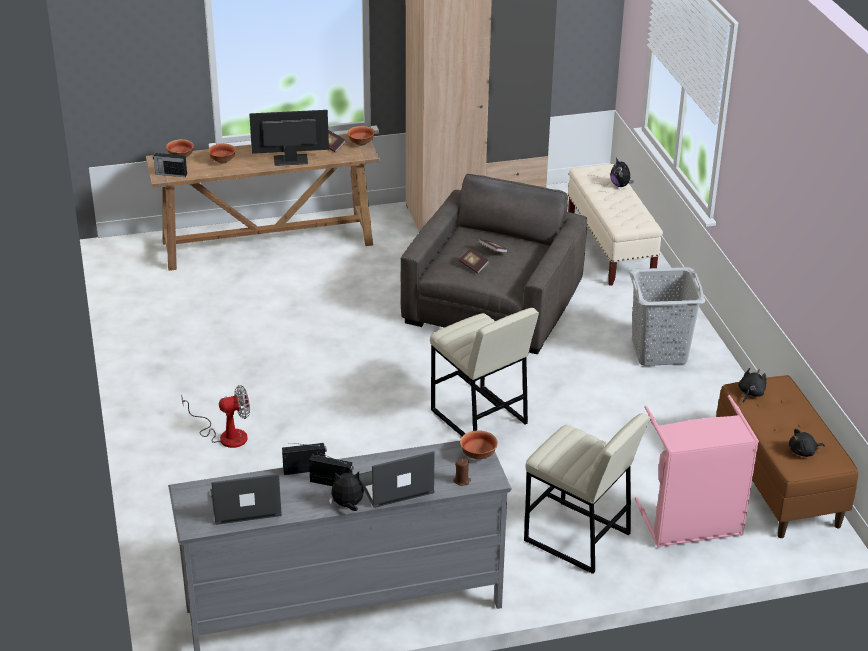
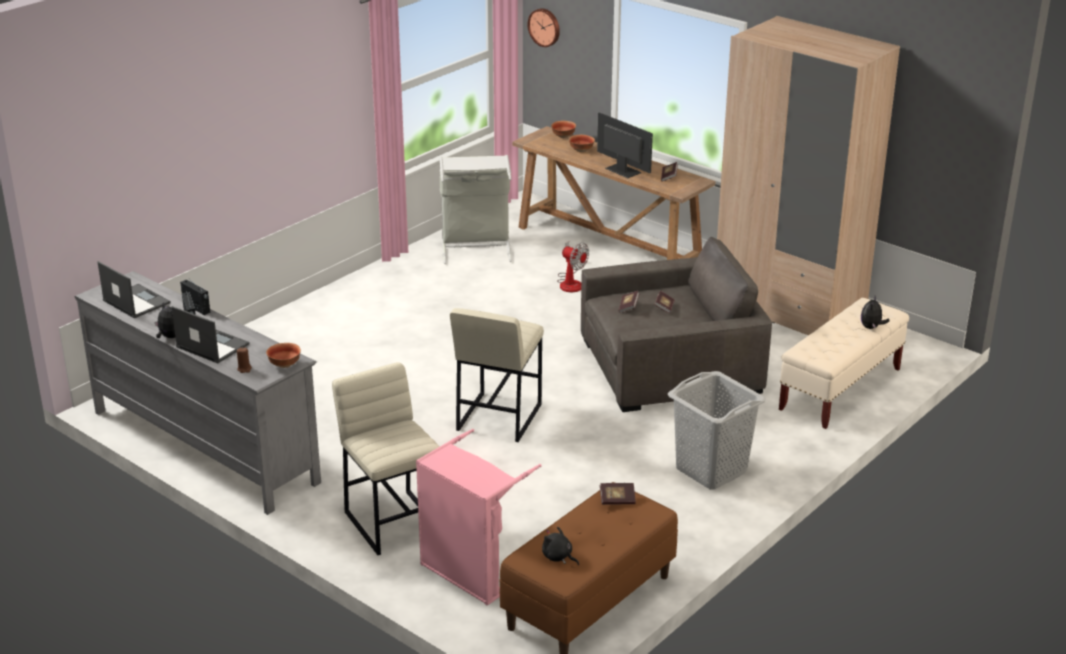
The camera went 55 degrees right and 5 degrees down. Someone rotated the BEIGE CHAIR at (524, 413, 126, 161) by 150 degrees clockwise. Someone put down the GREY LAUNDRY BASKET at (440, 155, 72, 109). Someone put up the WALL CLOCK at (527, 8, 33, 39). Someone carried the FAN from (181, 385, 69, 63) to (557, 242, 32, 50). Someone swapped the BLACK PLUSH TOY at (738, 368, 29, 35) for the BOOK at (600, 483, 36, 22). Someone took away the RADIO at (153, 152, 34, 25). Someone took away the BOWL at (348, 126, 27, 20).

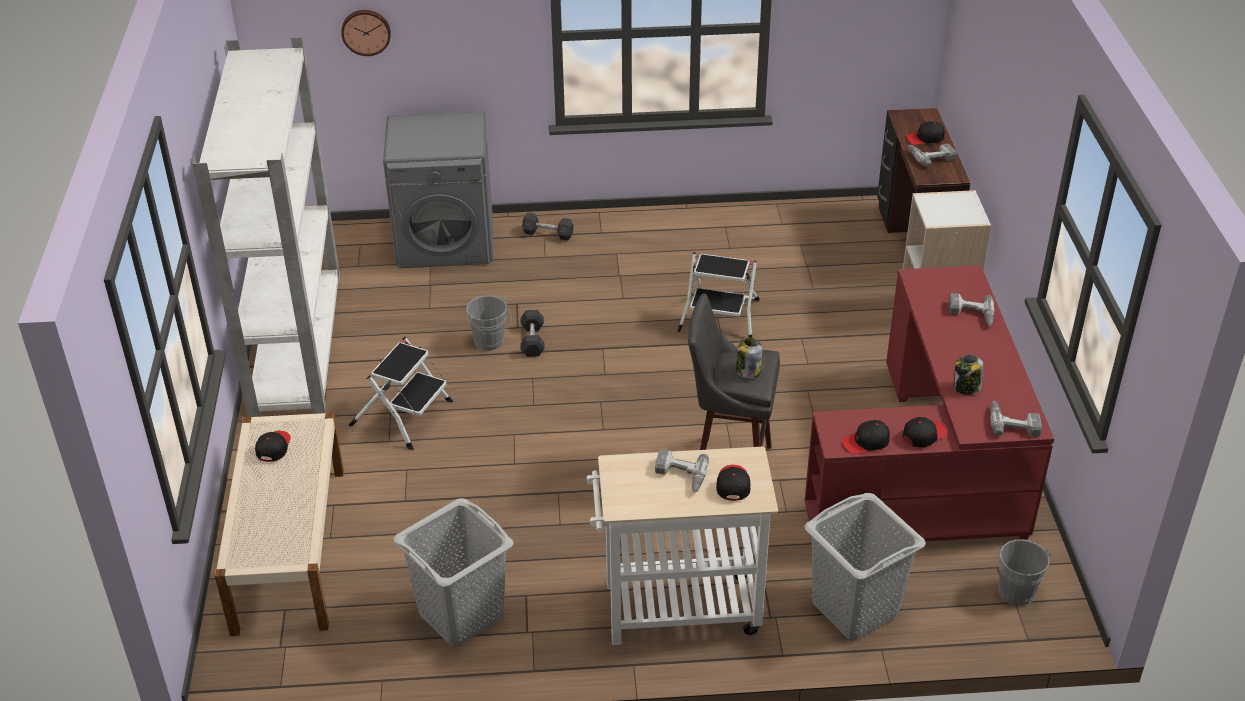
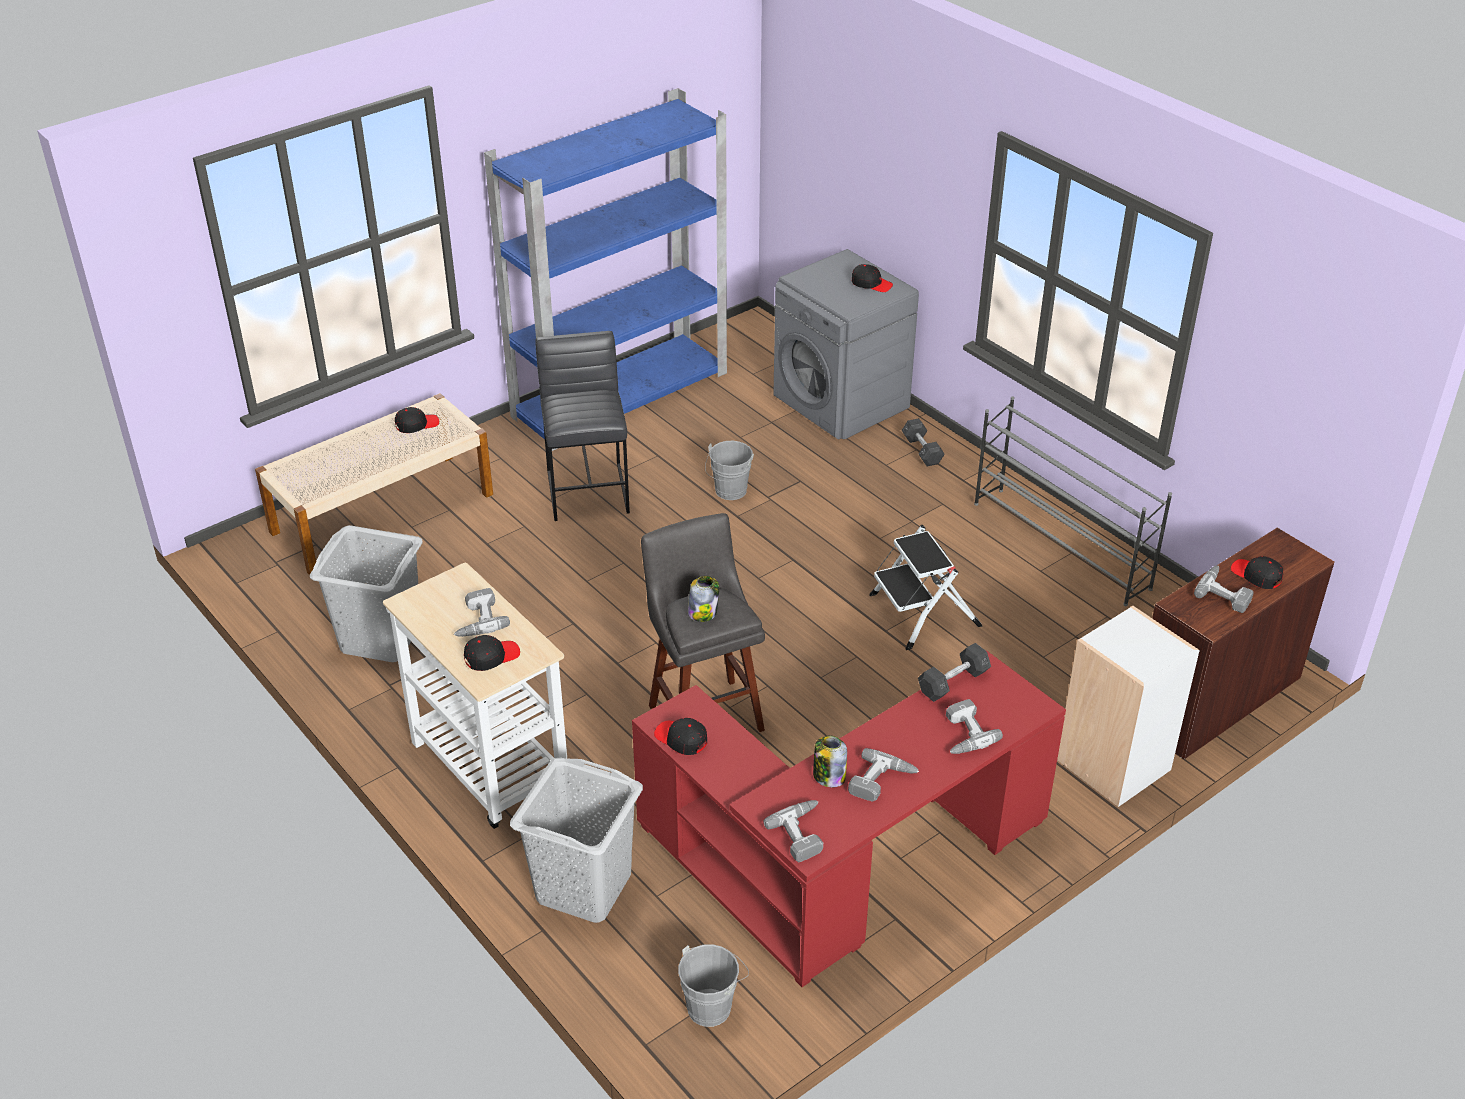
The camera went 55 degrees right and 0 degrees up. Someone repainted the WHITE BOOKCASE at (193, 37, 148, 380), which became the BLUE BOOKCASE at (484, 88, 243, 363). Someone swapped the STEP LADDER at (348, 337, 105, 113) for the GREY STOOL at (535, 331, 95, 190). Someone put down the POWER DRILL at (848, 748, 71, 54). Someone carried the BLACK CAP from (903, 417, 45, 30) to (852, 264, 41, 28). Someone carried the GREY DUMBBELL from (520, 310, 25, 47) to (918, 643, 73, 59). Someone put down the GREY SHOE RACK at (974, 396, 198, 210). Someone took away the WALL CLOCK at (341, 10, 50, 46).

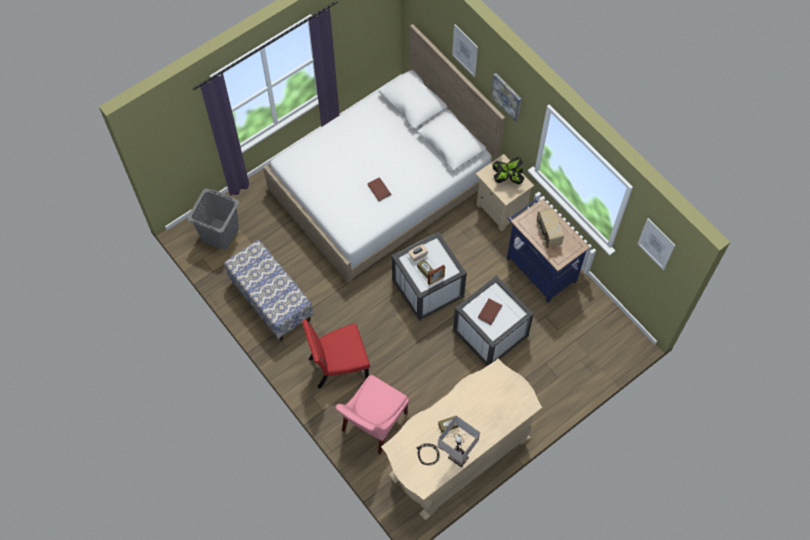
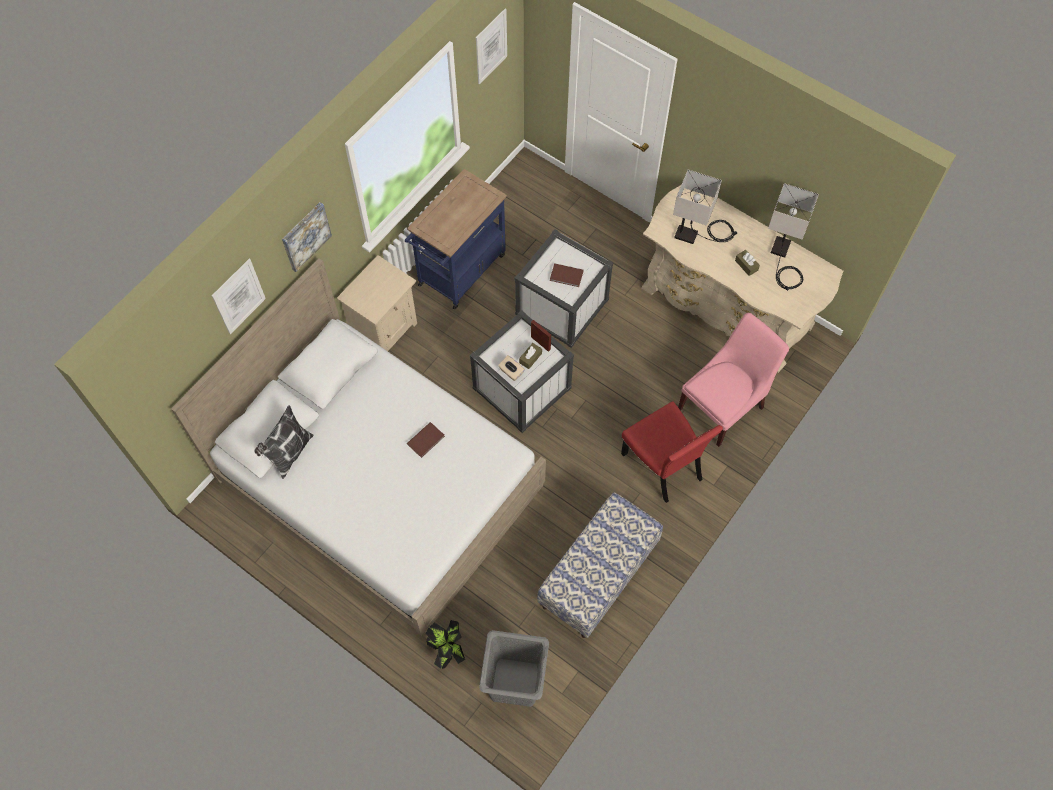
The camera went 105 degrees left and 0 degrees up. Someone put down the PILLOW at (254, 405, 59, 74). Someone carried the POTTED PLANT from (492, 157, 32, 27) to (425, 620, 40, 49). Someone put down the TABLE LAMP at (673, 169, 64, 75). Someone rotated the PINK CHAIR at (335, 375, 74, 79) by 60 degrees counterclockwise. Someone took away the RADIO at (537, 208, 27, 40).

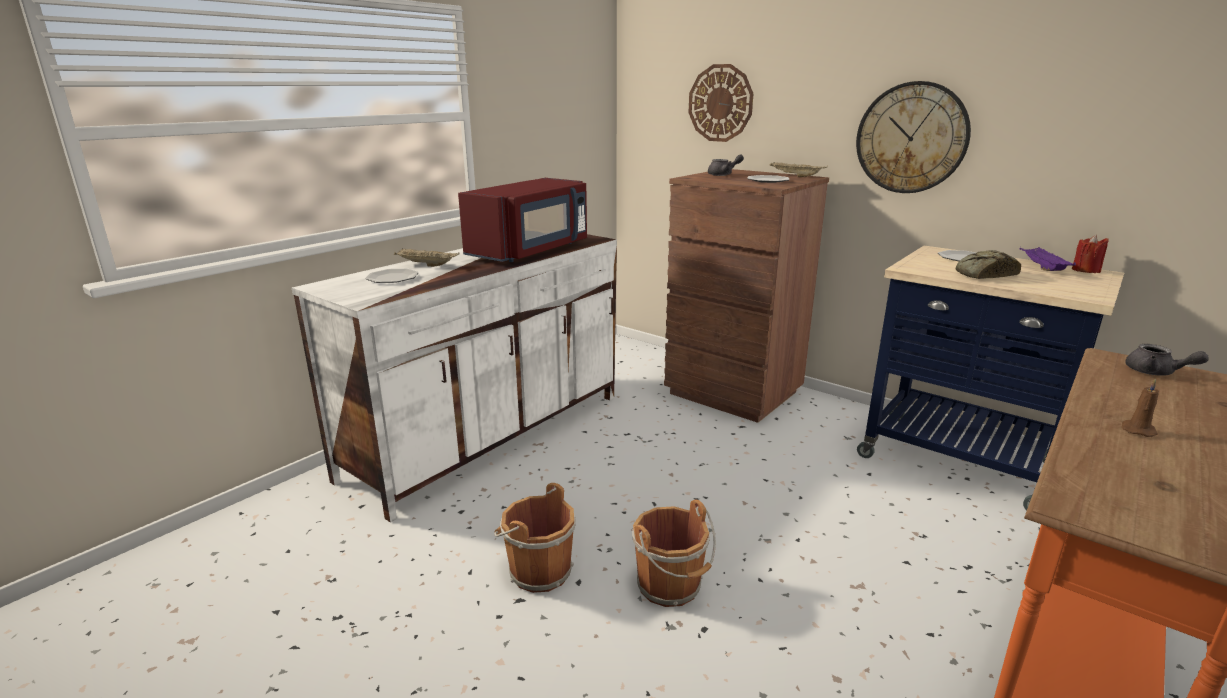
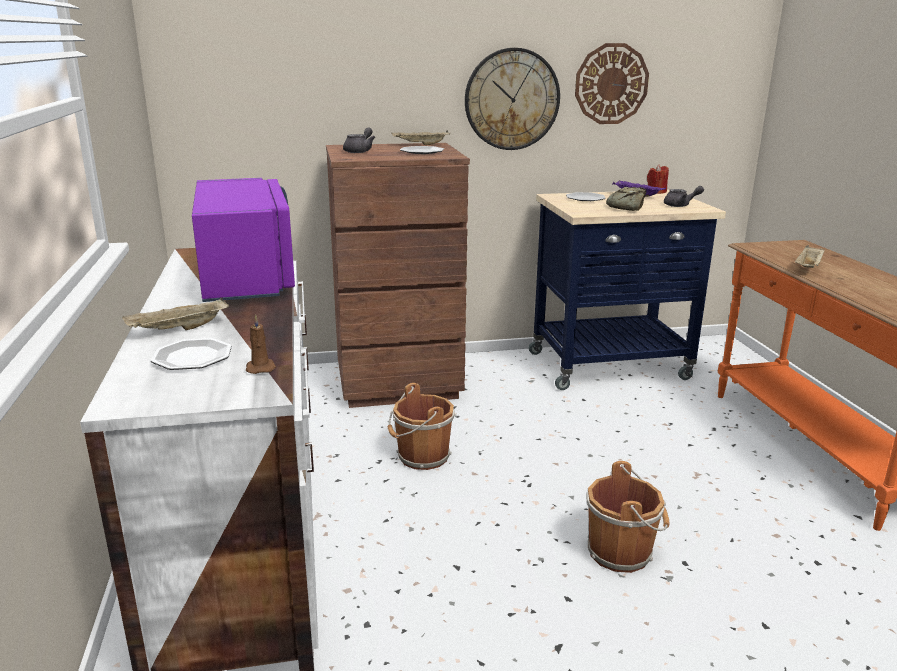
The camera went 50 degrees left and 0 degrees up. Someone repainted the RED MICROWAVE at (458, 178, 129, 84), which became the PURPLE MICROWAVE at (192, 178, 103, 124). Someone carried the BROWN CANDLE from (1122, 379, 37, 58) to (246, 314, 30, 60). Someone carried the BROWN BUCKET from (494, 483, 82, 110) to (388, 383, 68, 87). Someone carried the WALL CLOCK from (688, 64, 66, 78) to (575, 43, 74, 81). Someone carried the GREY TEAPOT from (1125, 344, 84, 32) to (664, 186, 40, 21). Someone put down the BEIGE TRAY at (795, 245, 30, 23).

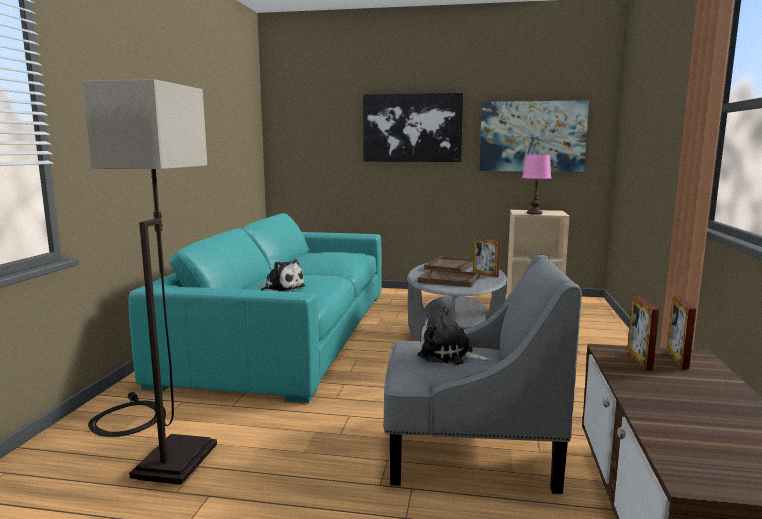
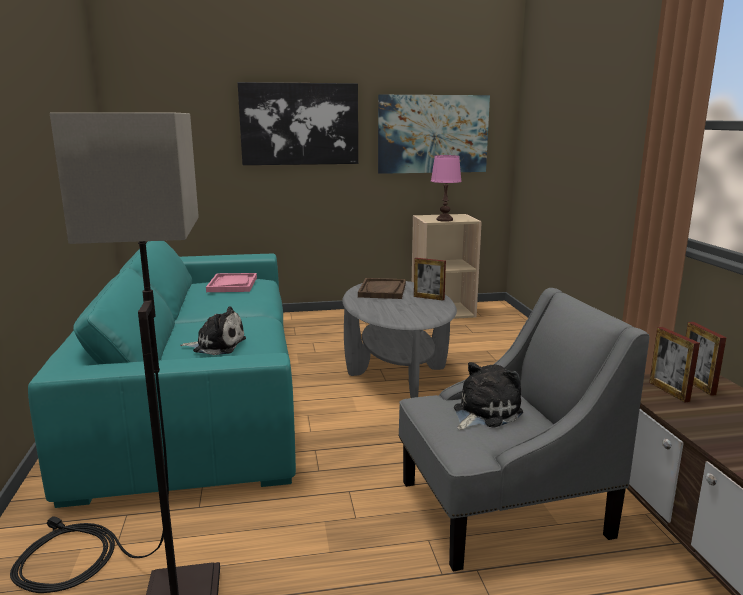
The camera went 20 degrees left and 5 degrees up. Someone put down the PINK TRAY at (206, 273, 51, 19). Someone rotated the PLUSH TOY at (417, 306, 74, 59) by 135 degrees clockwise. Someone took away the BROWN TRAY at (418, 269, 61, 18).

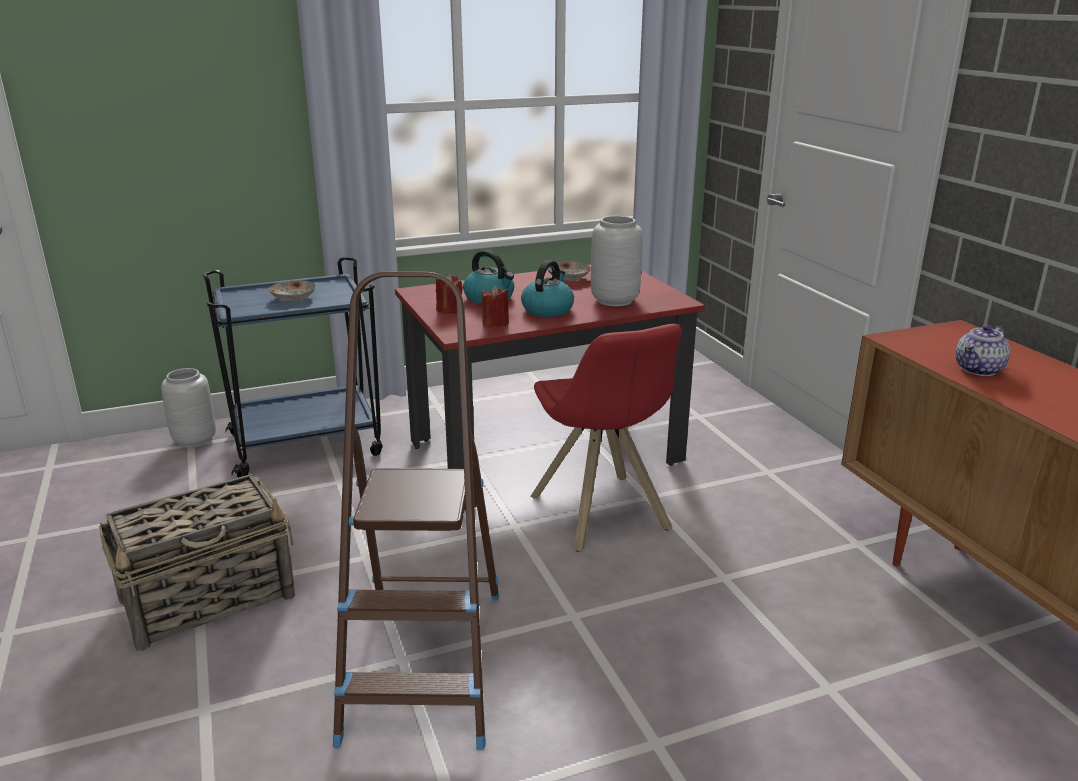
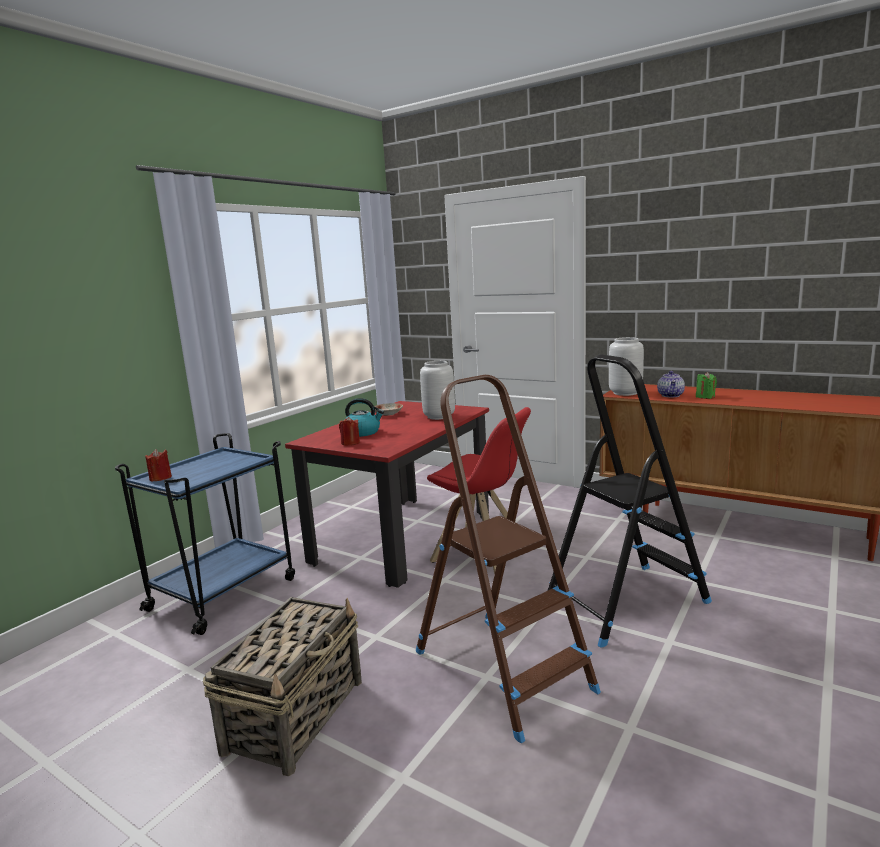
The camera went 35 degrees left and 10 degrees down. Someone carried the RED CANDLE from (482, 285, 27, 42) to (145, 449, 27, 33). Someone put down the BLACK STEP LADDER at (547, 354, 165, 294). Someone carried the GREY VASE from (161, 368, 55, 80) to (609, 337, 35, 59). Someone put down the GREEN CANDLE at (696, 372, 21, 27). Someone took away the PLATE at (269, 280, 47, 22). Someone took away the KETTLE at (521, 260, 53, 57).

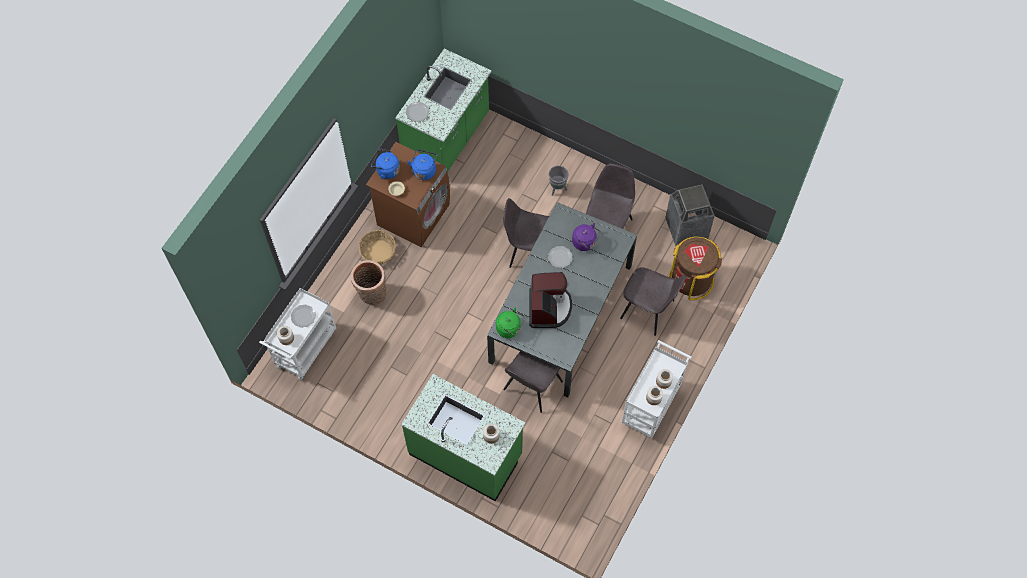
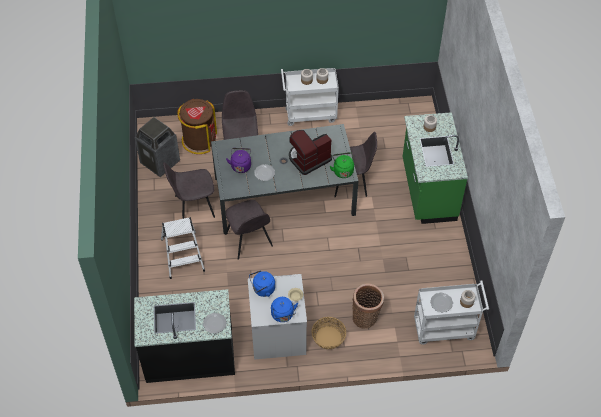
The camera went 125 degrees left and 10 degrees down. Someone repainted the GREEN COUNTER at (395, 49, 97, 123), which became the BLACK COUNTER at (134, 289, 101, 94). Someone swapped the GREY PLANTER at (549, 166, 20, 30) for the WHITE STEP LADDER at (161, 217, 44, 62). Someone repainted the BROWN WASHING MACHINE at (366, 142, 84, 105), which became the WHITE WASHING MACHINE at (248, 274, 59, 86).

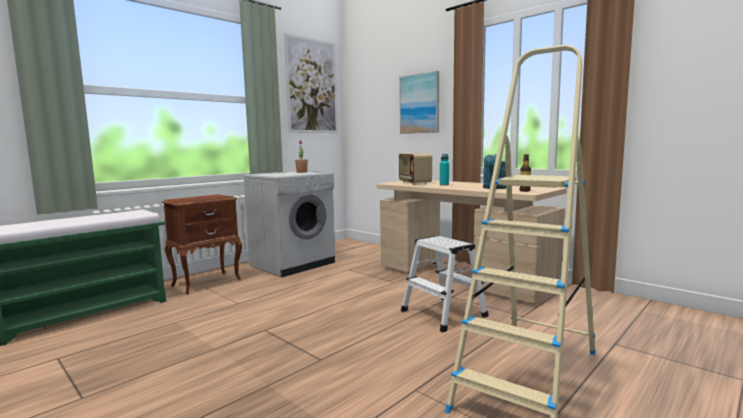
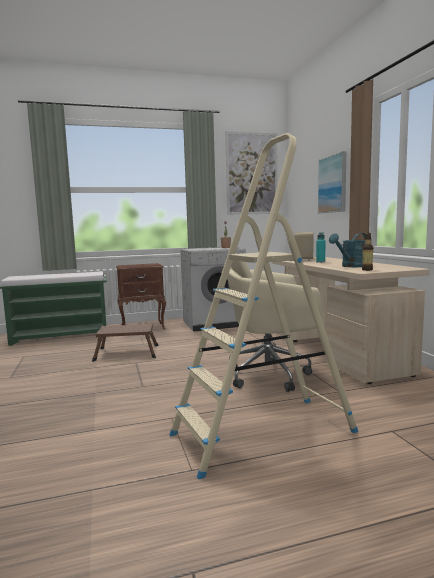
The camera went 30 degrees right and 0 degrees up. Someone put down the BROWN STEP LADDER at (92, 323, 67, 39). Someone swapped the WHITE STEP LADDER at (401, 235, 88, 97) for the BEIGE OFFICE CHAIR at (227, 253, 98, 139).

